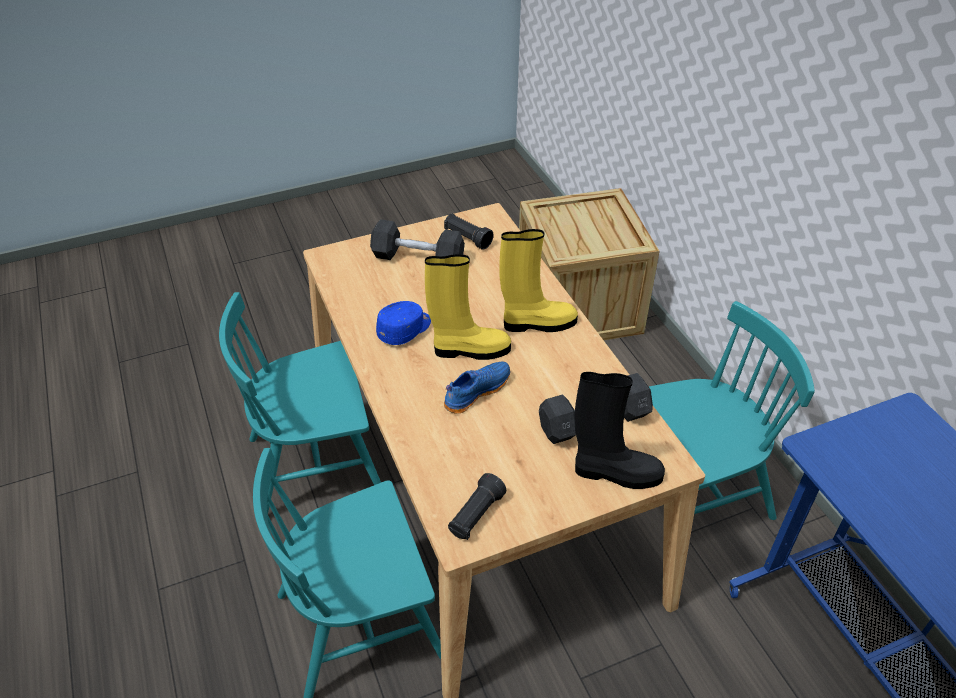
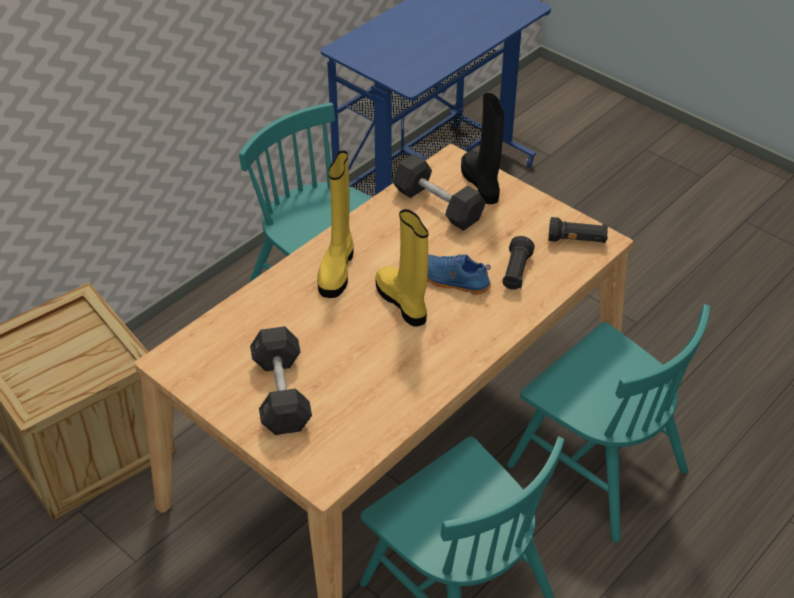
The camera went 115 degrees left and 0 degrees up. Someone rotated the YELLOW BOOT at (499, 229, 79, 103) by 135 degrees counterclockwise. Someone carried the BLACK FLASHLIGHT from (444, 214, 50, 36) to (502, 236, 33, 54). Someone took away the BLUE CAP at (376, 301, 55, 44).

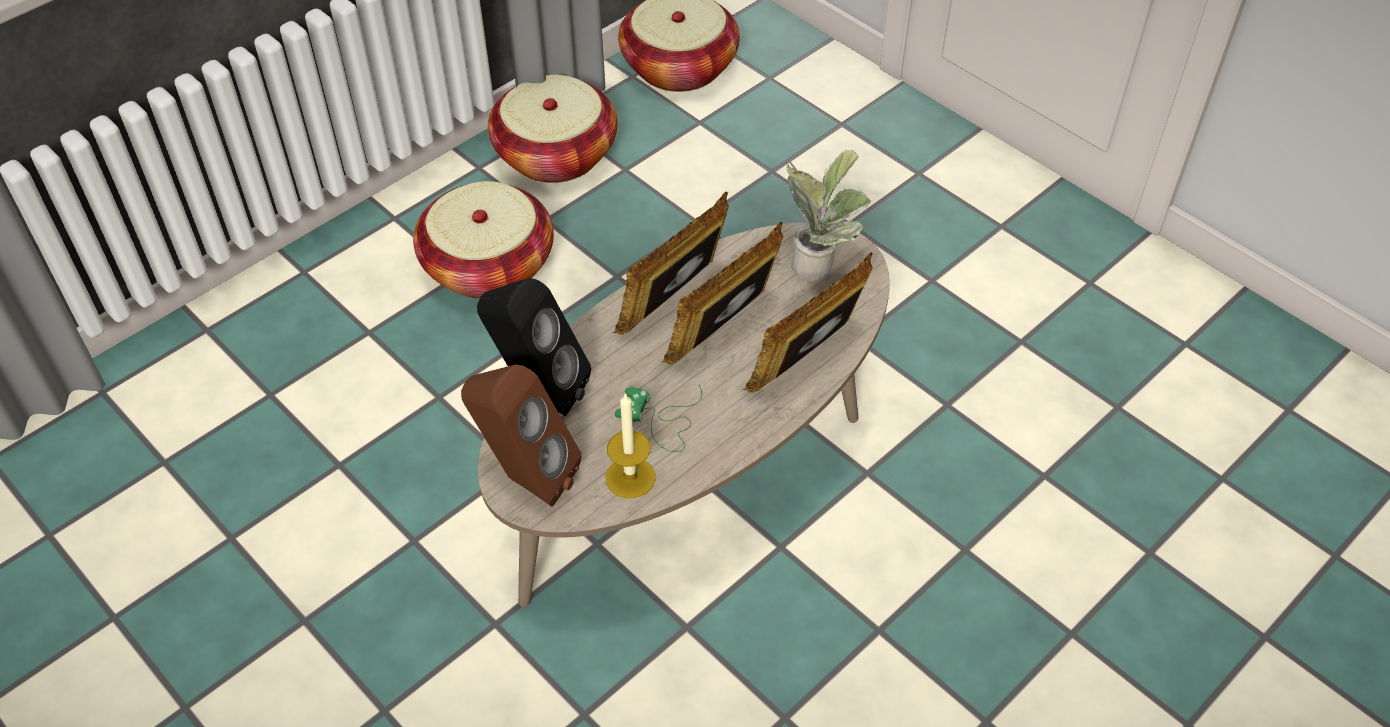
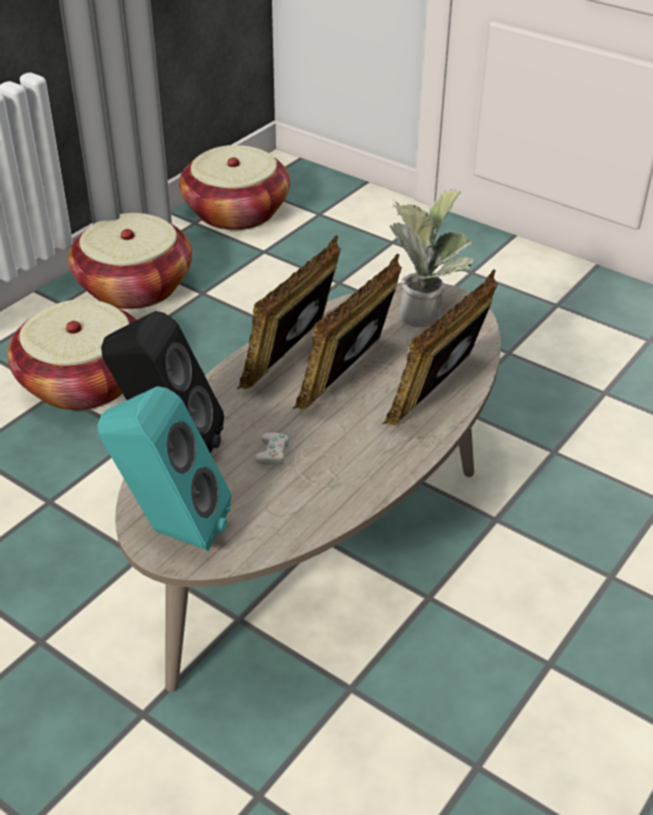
The camera went 10 degrees left and 10 degrees down. Someone repainted the BROWN SPEAKER at (461, 364, 121, 143), which became the TURQUOISE SPEAKER at (98, 386, 133, 165). Someone repainted the GREEN GAME CONTROLLER at (615, 385, 87, 67), which became the WHITE GAME CONTROLLER at (255, 424, 87, 62). Someone took away the CANDLE at (606, 392, 50, 106).

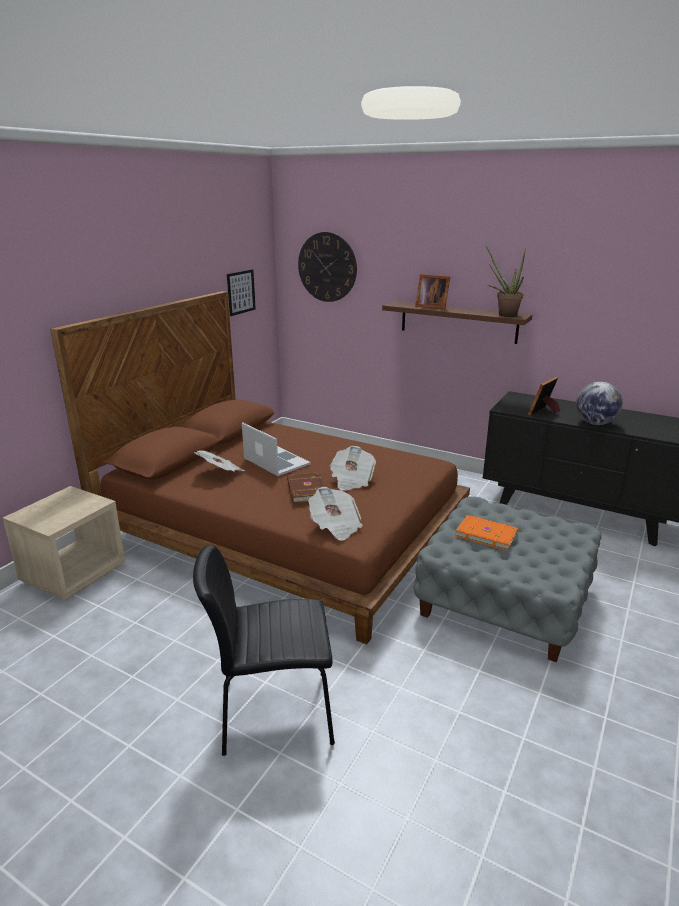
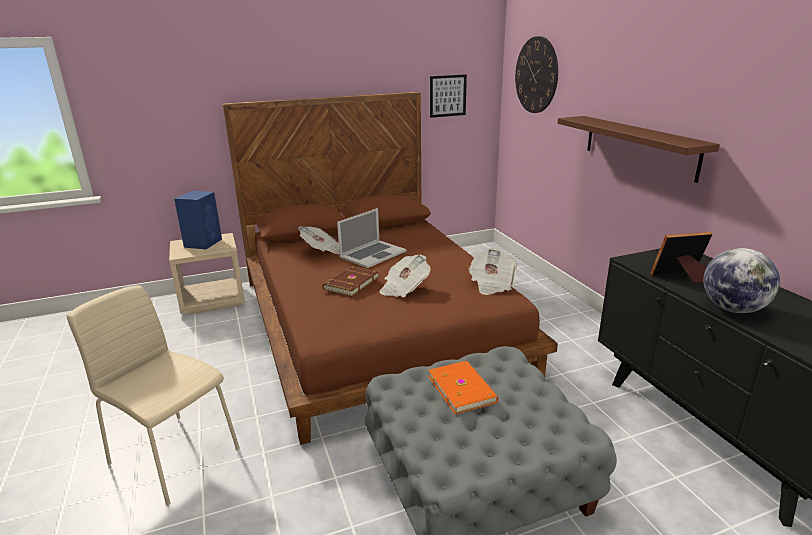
The camera went 40 degrees right and 0 degrees up. Someone repainted the BLACK CHAIR at (193, 545, 142, 211), which became the BEIGE CHAIR at (67, 285, 173, 221). Someone put down the BLUE SPEAKER at (174, 191, 48, 58). Someone rotated the LAPTOP at (242, 422, 68, 54) by 45 degrees clockwise. Someone carried the NEWSPAPER from (308, 487, 55, 54) to (469, 249, 48, 46). Someone took away the PICTURE FRAME at (415, 274, 35, 35). Someone took away the POTTED PLANT at (486, 245, 40, 72).

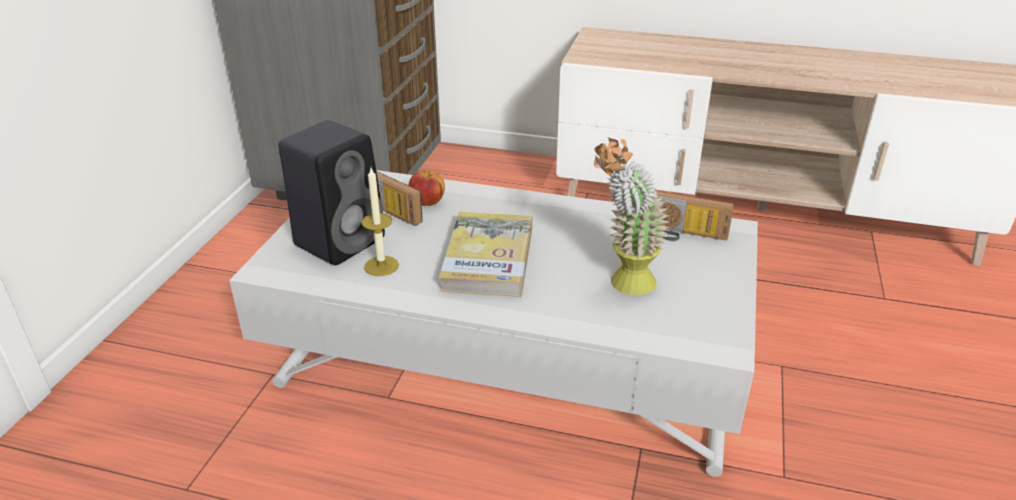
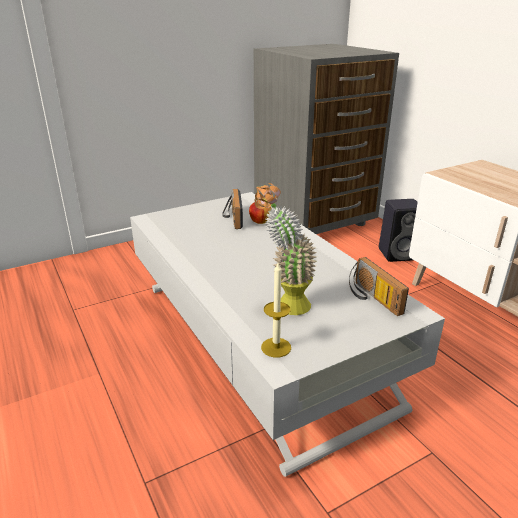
The camera went 45 degrees right and 5 degrees down. Someone carried the CANDLE from (361, 168, 38, 108) to (261, 263, 30, 94). Someone carried the BLACK SPEAKER from (279, 120, 106, 145) to (379, 199, 39, 63). Someone took away the BOOK at (439, 212, 93, 85).

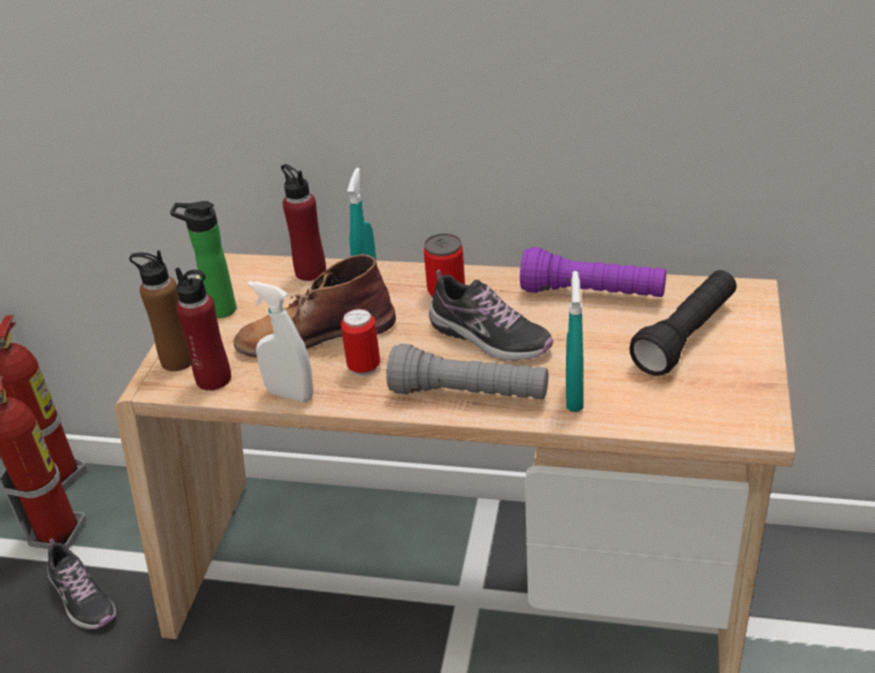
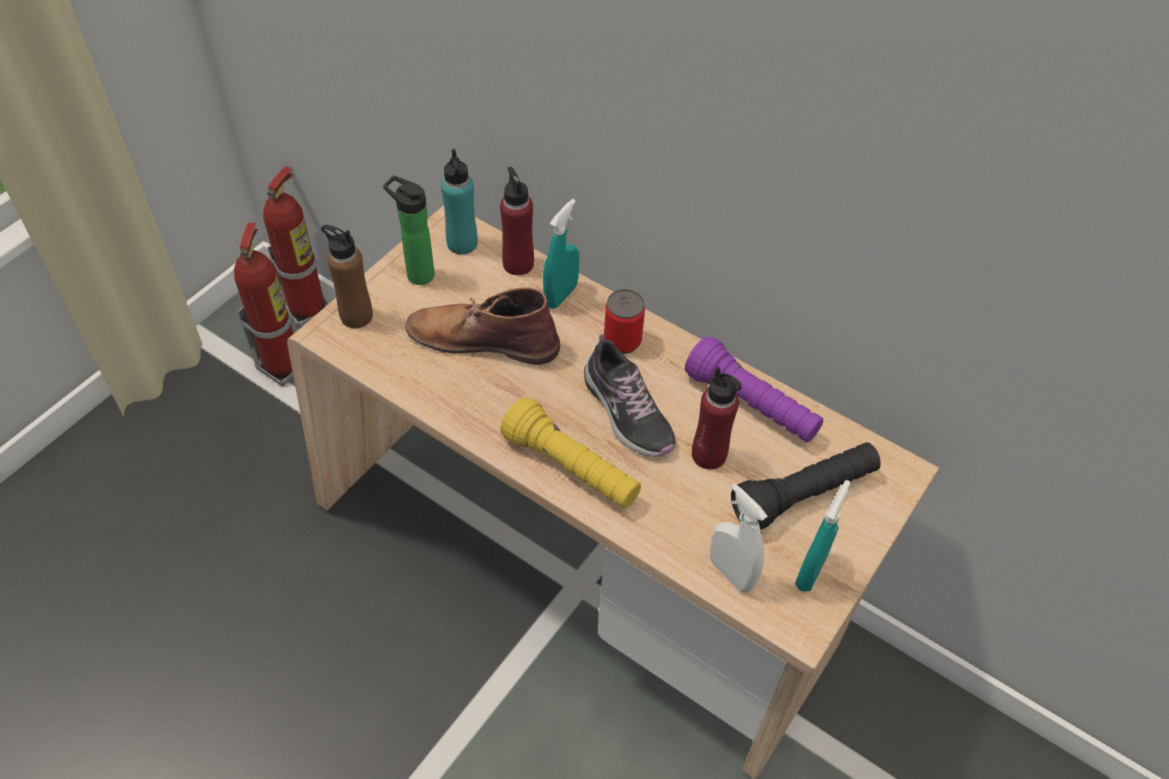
The camera went 20 degrees right and 15 degrees up. Someone put down the TURQUOISE BOTTLE at (441, 149, 37, 105). Someone repainted the GREY FLASHLIGHT at (386, 344, 162, 55), which became the YELLOW FLASHLIGHT at (500, 398, 141, 111). Someone carried the RED BOTTLE from (175, 268, 56, 123) to (692, 367, 50, 102). Someone carried the WHITE SPRAY BOTTLE from (248, 281, 65, 121) to (710, 483, 58, 109). Someone carried the TURQUOISE SPRAY BOTTLE from (566, 271, 18, 141) to (795, 480, 56, 112). Someone took away the SHOE at (47, 538, 69, 91). Someone took away the CAN at (341, 309, 39, 67).

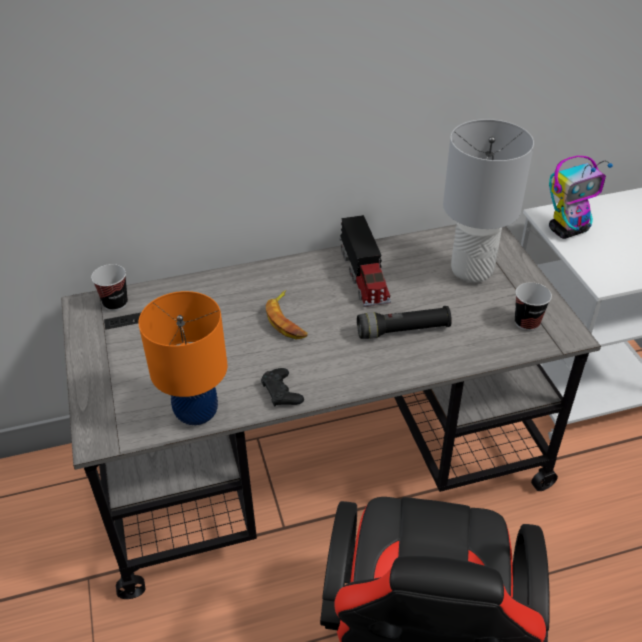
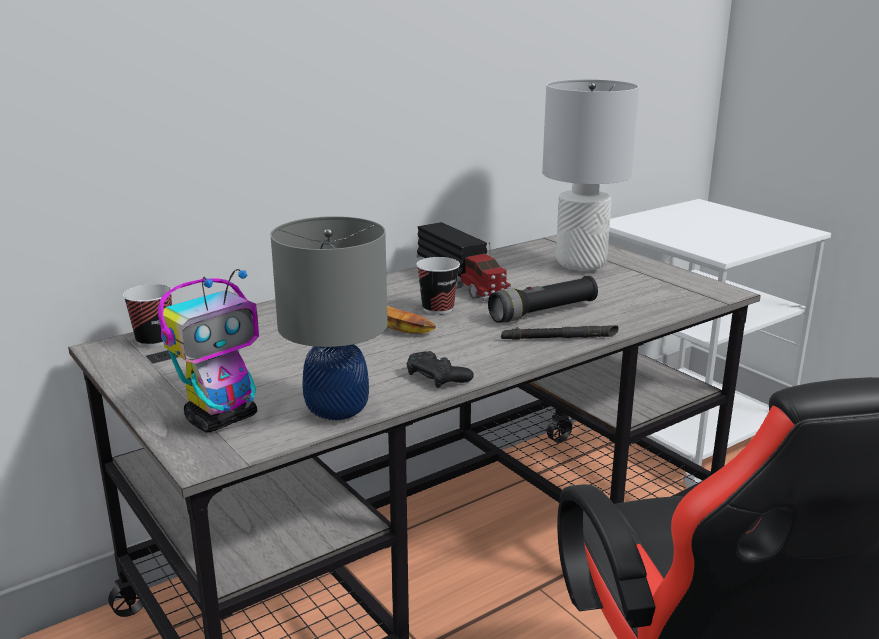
The camera went 20 degrees left and 20 degrees down. Someone carried the TOY ROBOT from (549, 156, 64, 83) to (158, 269, 101, 164). Someone repainted the ORANGE TABLE LAMP at (138, 291, 90, 134), which became the GREY TABLE LAMP at (270, 216, 118, 205). Someone carried the CUP from (515, 282, 37, 49) to (416, 257, 44, 58). Someone put down the BLACK FLASHLIGHT at (501, 325, 118, 15).

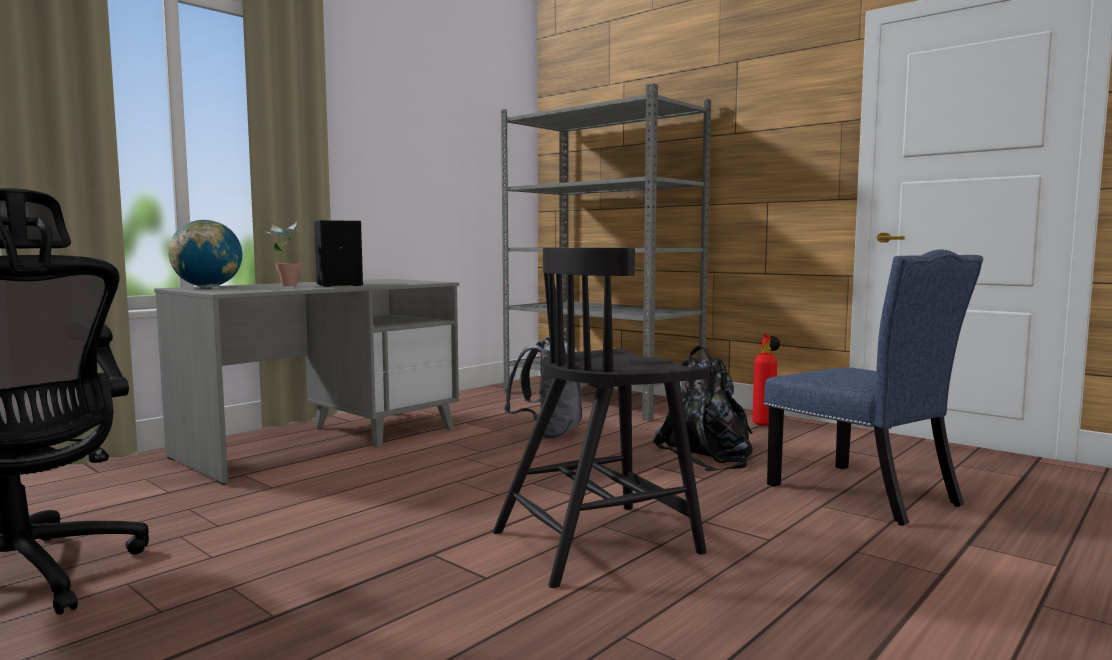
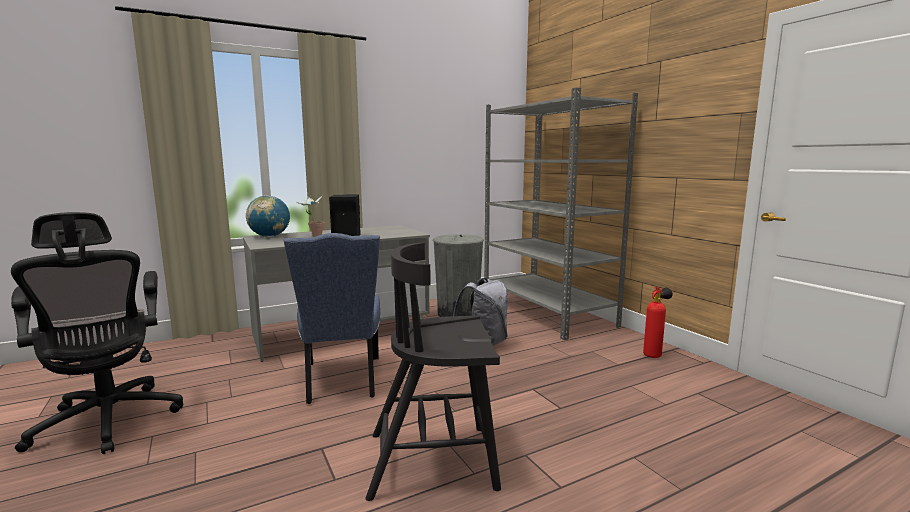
The camera went 20 degrees right and 5 degrees up. Someone carried the BLUE CHAIR from (764, 249, 219, 277) to (284, 233, 97, 171). Someone put down the GREY TRASH CAN at (433, 234, 51, 83). Someone took away the BLACK BACKPACK at (653, 346, 100, 125).

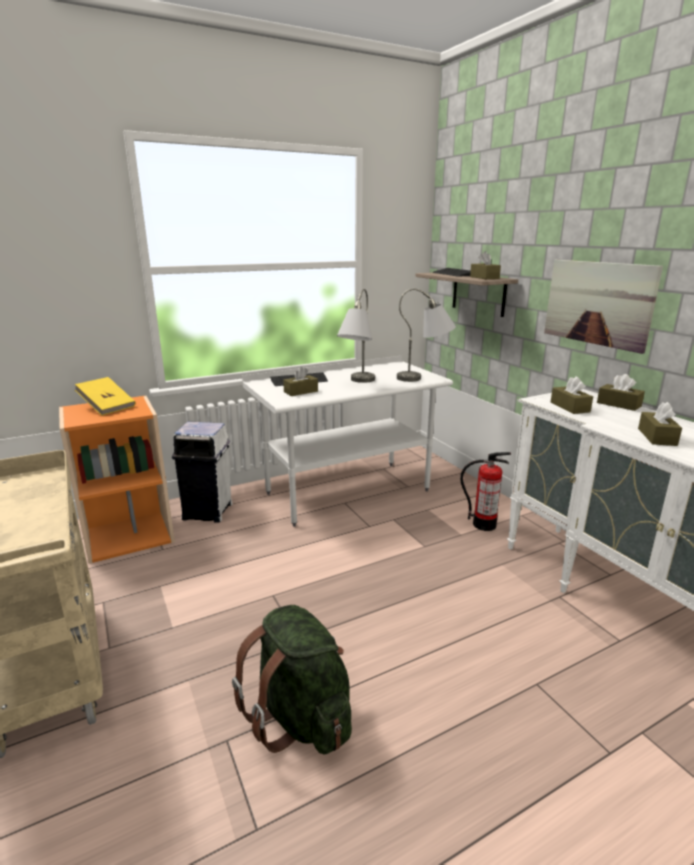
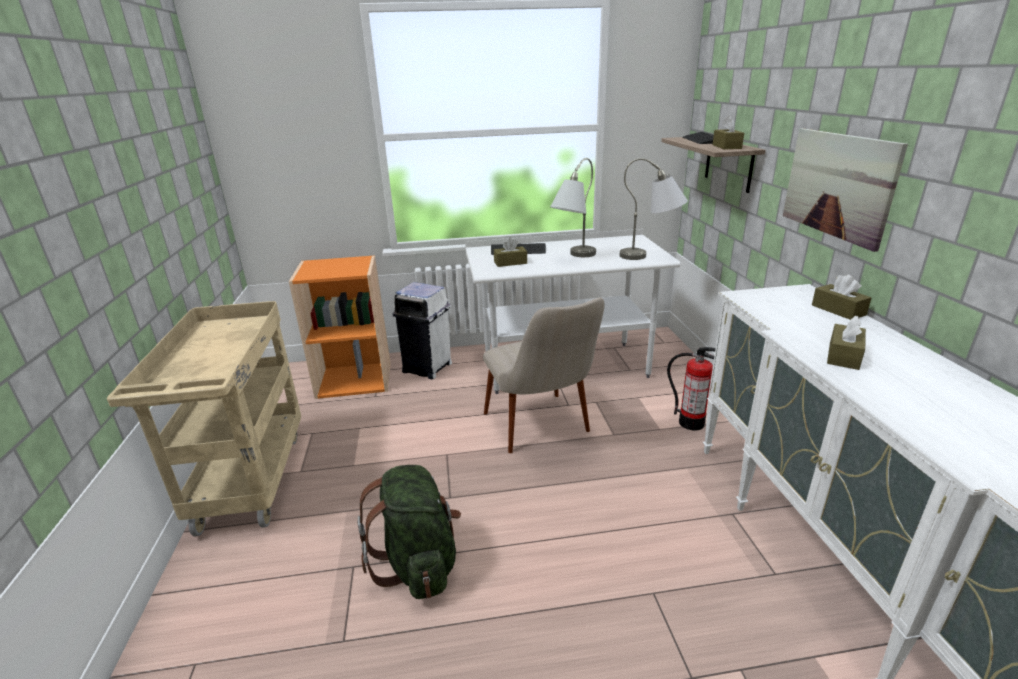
The camera went 20 degrees right and 5 degrees up. Someone put down the BEIGE CHAIR at (483, 298, 122, 155). Someone took away the YELLOW BOOK at (75, 377, 60, 39). Someone took away the BROWN TISSUE BOX at (550, 376, 43, 38).

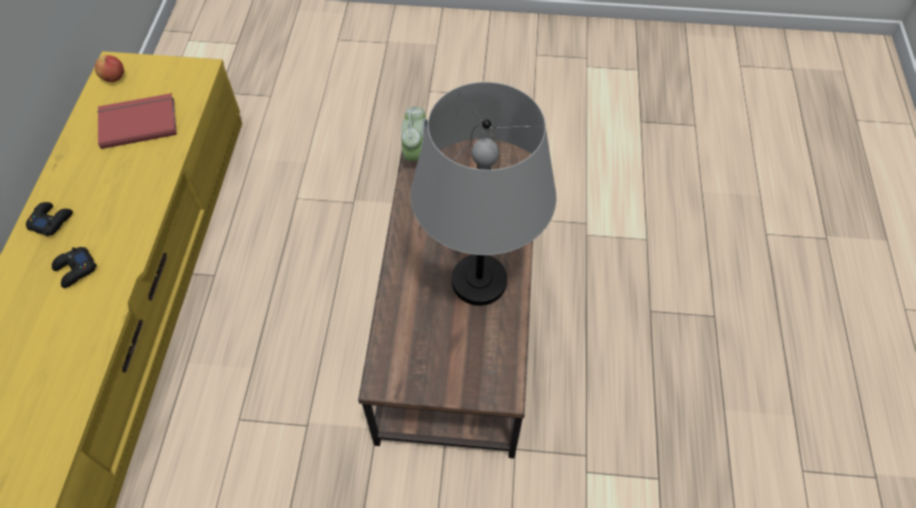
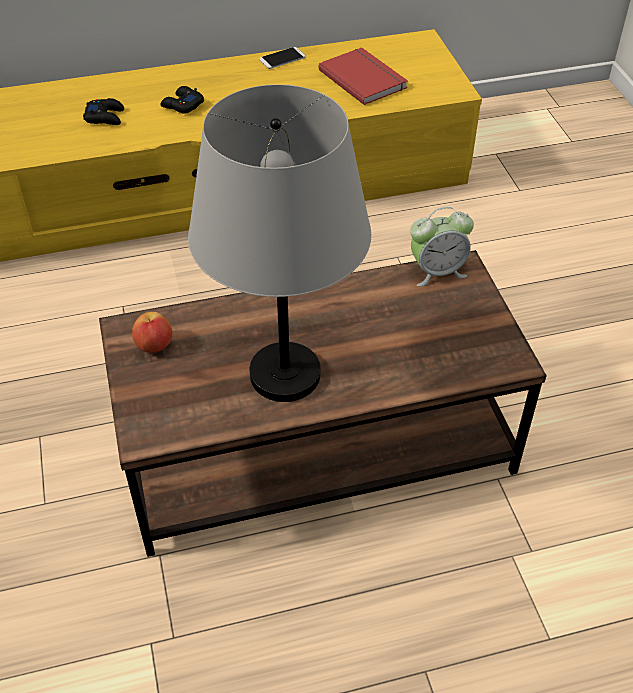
The camera went 70 degrees right and 10 degrees down. Someone carried the BLACK GAME CONTROLLER from (26, 202, 47, 34) to (83, 98, 41, 27). Someone carried the APPLE from (95, 55, 29, 27) to (132, 312, 40, 41). Someone put down the PHONE at (259, 47, 47, 22).

